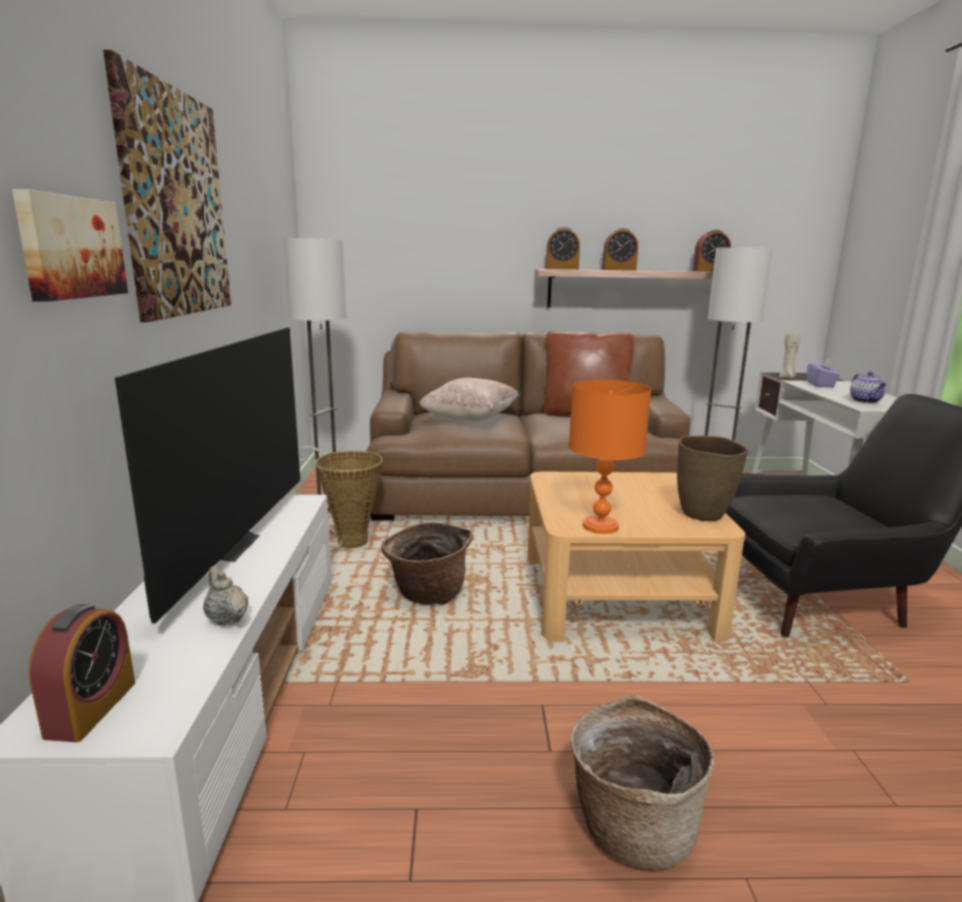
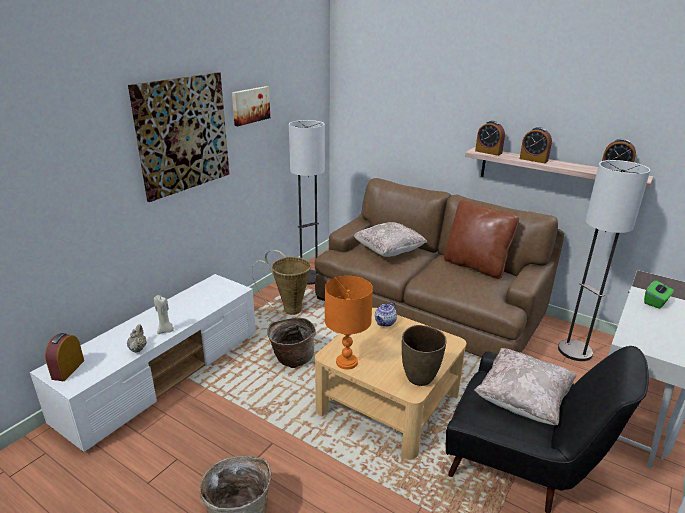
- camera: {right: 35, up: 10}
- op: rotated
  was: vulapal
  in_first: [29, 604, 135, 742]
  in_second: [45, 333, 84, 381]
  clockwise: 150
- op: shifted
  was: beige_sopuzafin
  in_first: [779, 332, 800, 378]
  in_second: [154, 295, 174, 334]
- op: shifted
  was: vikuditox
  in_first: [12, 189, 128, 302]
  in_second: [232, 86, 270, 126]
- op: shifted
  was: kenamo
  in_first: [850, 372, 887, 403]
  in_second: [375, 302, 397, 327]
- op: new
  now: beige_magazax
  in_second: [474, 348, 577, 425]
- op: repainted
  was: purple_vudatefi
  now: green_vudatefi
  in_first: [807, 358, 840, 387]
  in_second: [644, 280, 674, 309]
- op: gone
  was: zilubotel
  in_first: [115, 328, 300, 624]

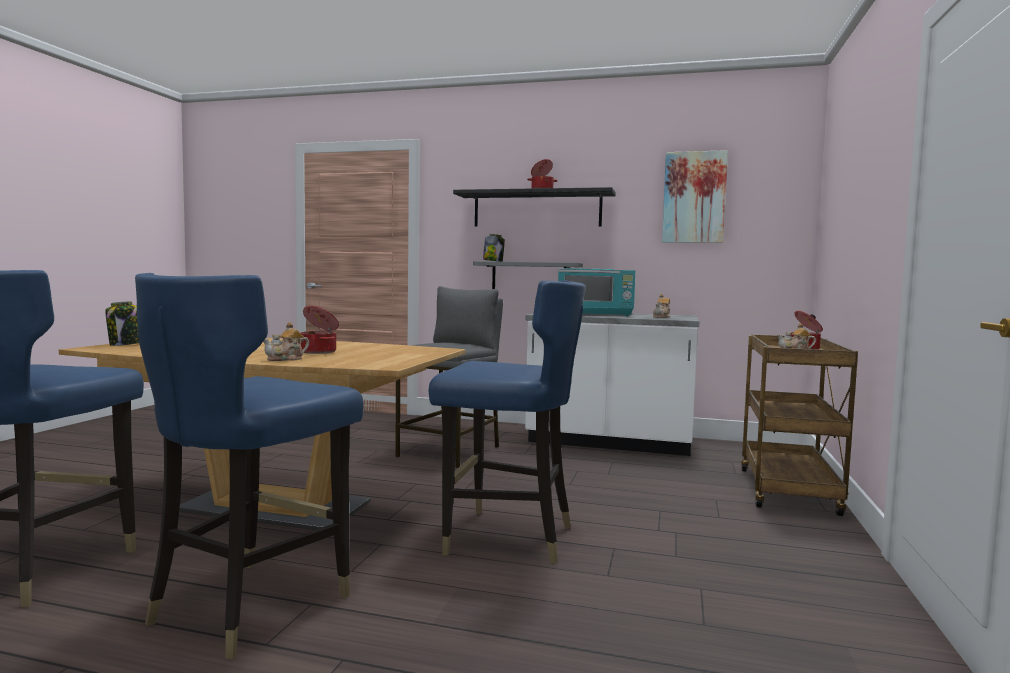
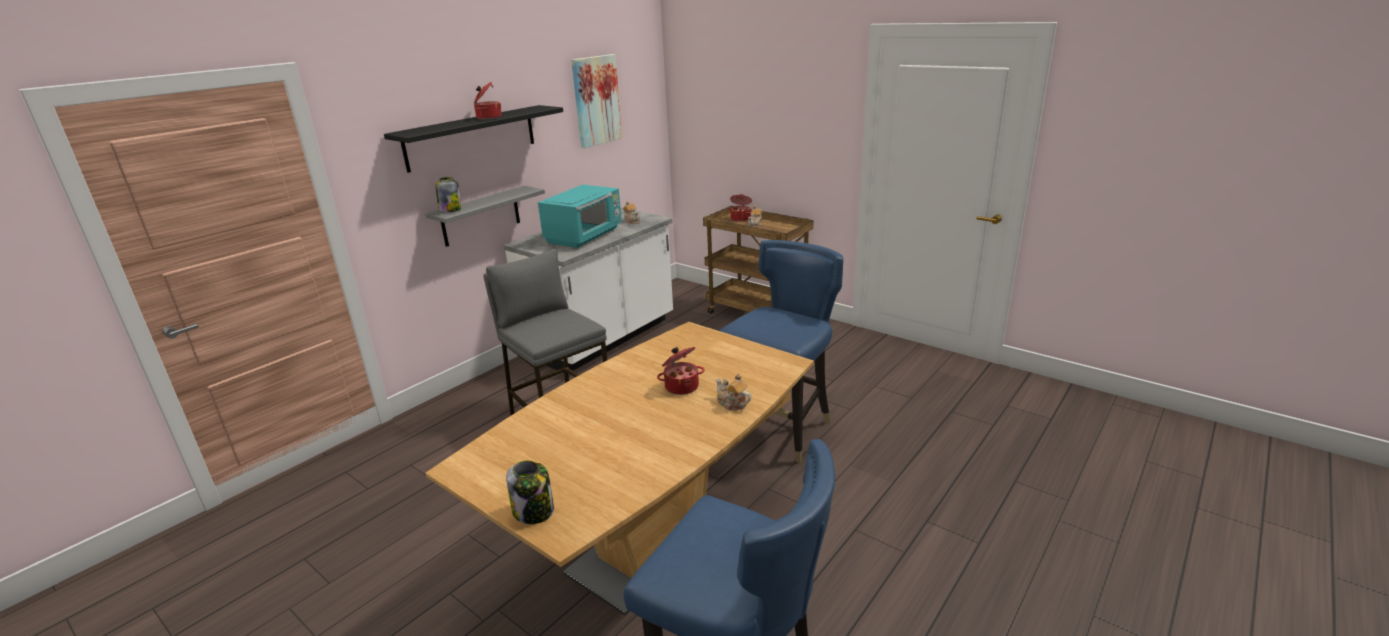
- camera: {right: -65, up: 20}
- op: rotated
  was: kenamo
  in_first: [263, 322, 309, 361]
  in_second: [716, 373, 751, 410]
  clockwise: 150
- op: gone
  was: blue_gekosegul
  in_first: [135, 273, 364, 659]

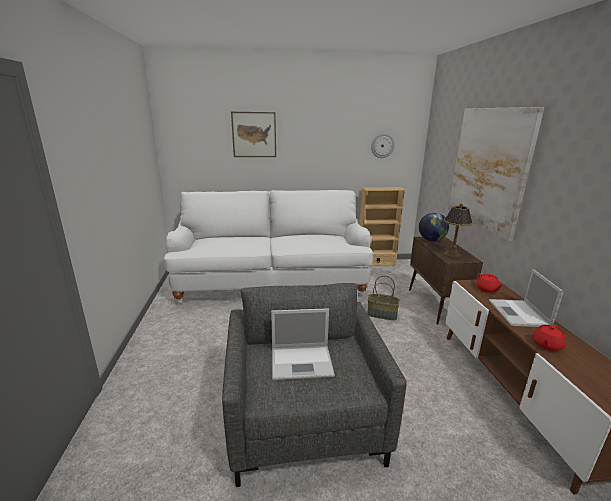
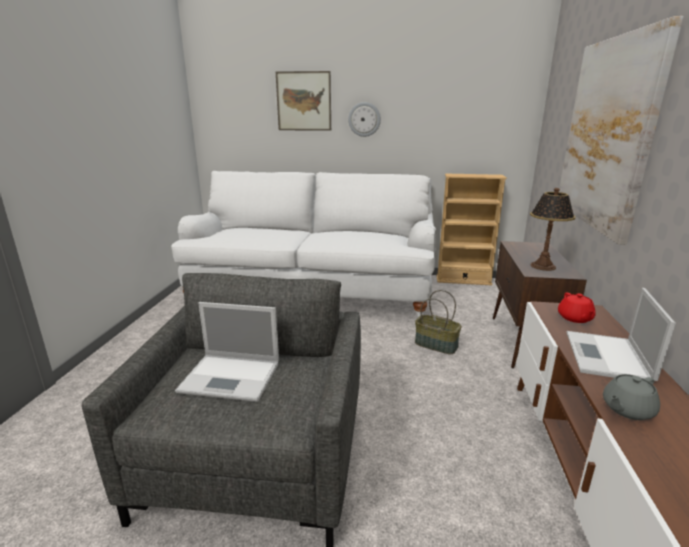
- camera: {right: 15, up: 0}
- op: shifted
  was: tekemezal
  in_first: [371, 133, 395, 158]
  in_second: [348, 102, 381, 137]
- op: repainted
  was: red_kenamo
  now: grey_kenamo
  in_first: [532, 325, 566, 351]
  in_second: [603, 374, 660, 420]
- op: gone
  was: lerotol
  in_first: [419, 213, 449, 241]

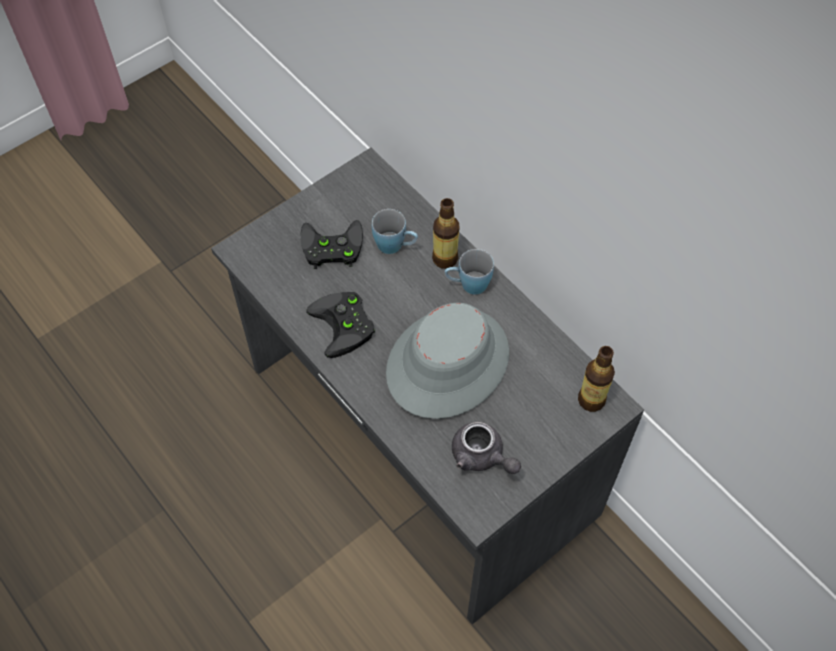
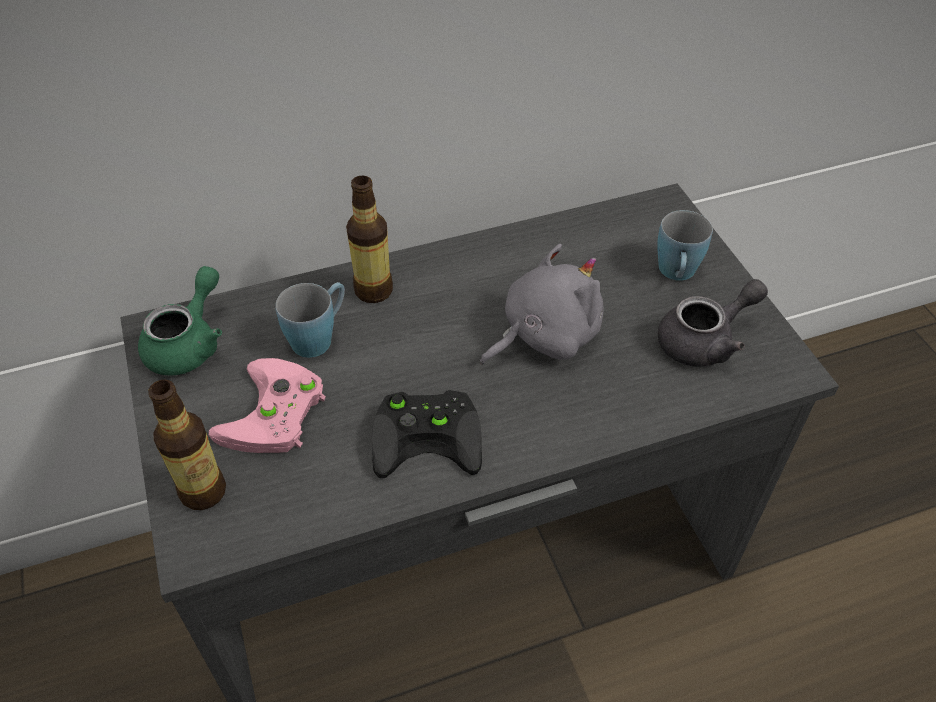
- camera: {right: -70, up: -10}
- op: new
  now: green_kenamo
  in_second: [138, 266, 222, 376]
- op: shifted
  was: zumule
  in_first: [578, 346, 615, 412]
  in_second: [148, 379, 226, 510]
- op: repainted
  was: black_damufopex
  now: pink_damufopex
  in_first: [300, 220, 363, 269]
  in_second: [209, 358, 326, 453]
- op: swapped
  was: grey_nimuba
  now: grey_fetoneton
  in_first: [386, 303, 509, 419]
  in_second: [480, 244, 603, 365]
- op: shifted
  was: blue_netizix
  in_first: [445, 249, 494, 295]
  in_second: [657, 210, 713, 281]

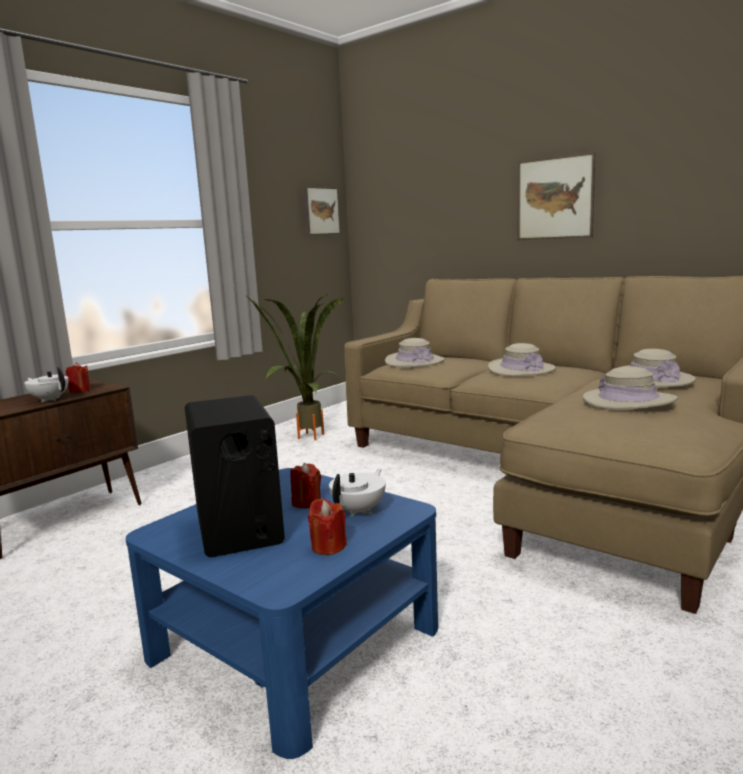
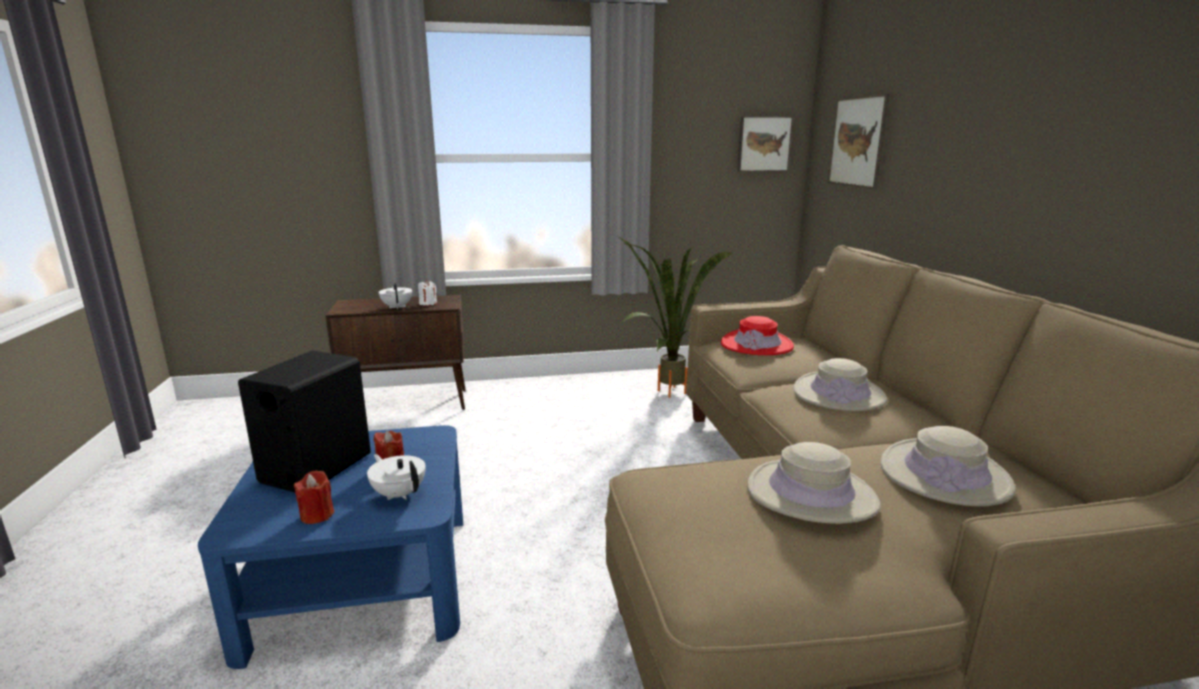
- camera: {right: 40, up: 5}
- op: rotated
  was: white_kenamo
  in_first: [329, 469, 386, 516]
  in_second: [367, 454, 426, 500]
  clockwise: -120
- op: repainted
  was: red_sopuzafin
  now: white_sopuzafin
  in_first: [66, 362, 91, 393]
  in_second: [418, 280, 437, 306]
- op: repainted
  was: beige_nimuba
  now: red_nimuba
  in_first: [385, 338, 444, 367]
  in_second: [721, 316, 794, 355]
- op: shifted
  was: vikuditox
  in_first: [517, 152, 596, 240]
  in_second: [827, 94, 889, 189]

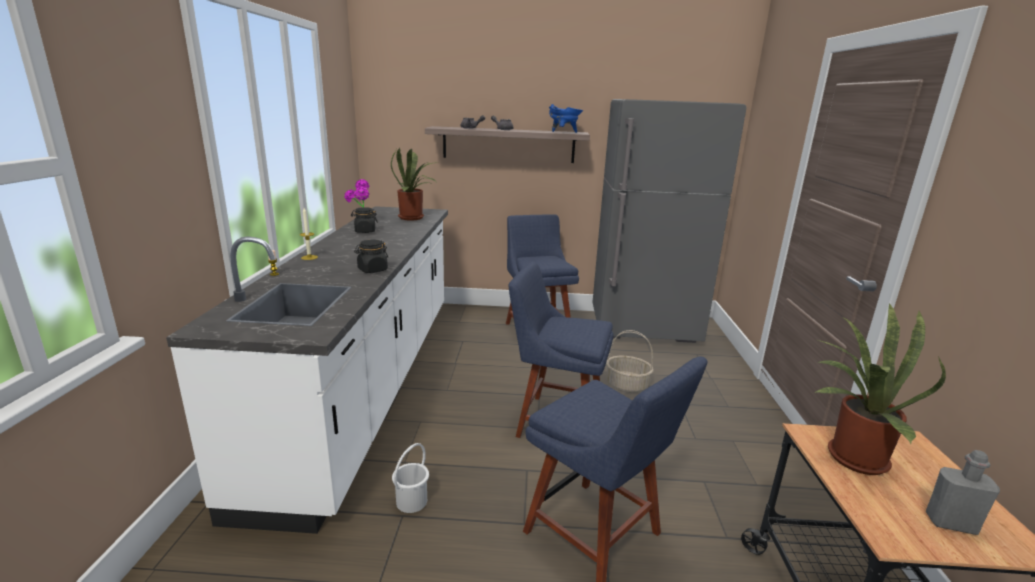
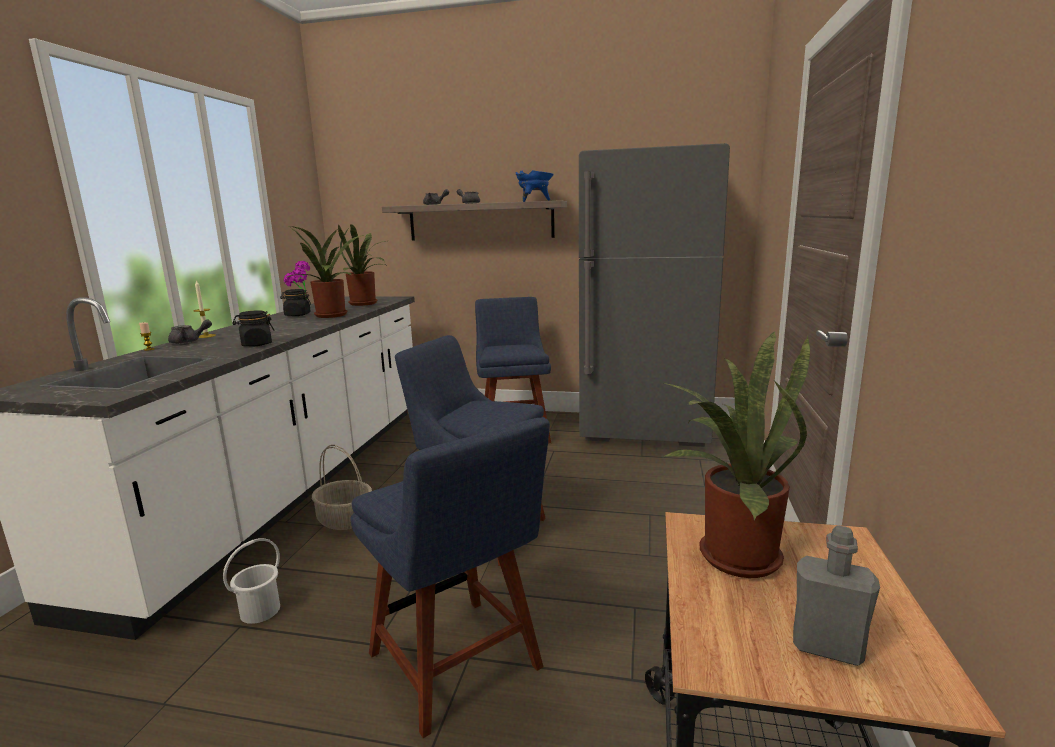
- camera: {right: 10, up: -5}
- op: new
  now: grey_kenamo
  in_second: [168, 319, 212, 344]
- op: new
  now: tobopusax
  in_second: [284, 226, 364, 318]
- op: shifted
  was: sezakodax
  in_first: [606, 330, 653, 393]
  in_second: [312, 445, 372, 530]

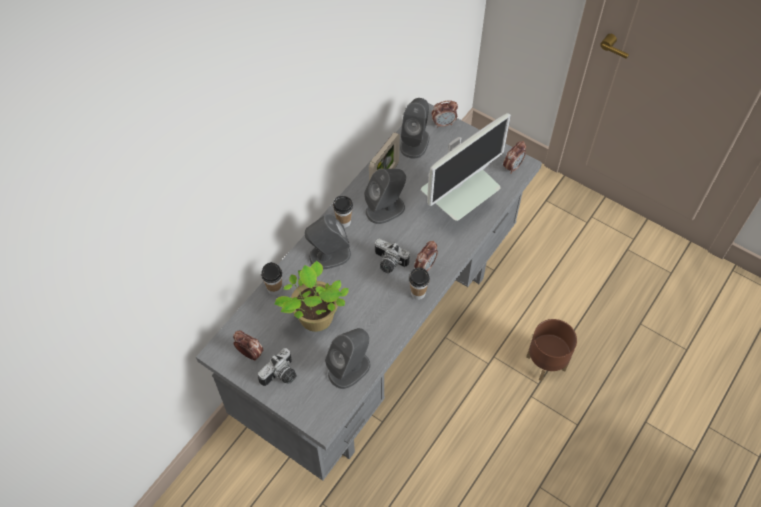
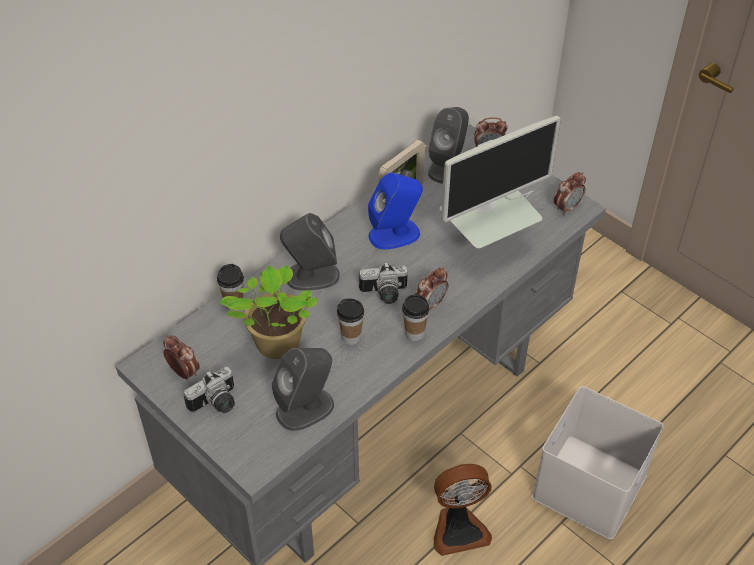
- camera: {right: 10, up: -10}
- op: shifted
  was: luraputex
  in_first: [333, 196, 353, 228]
  in_second: [337, 298, 364, 345]
- op: rotated
  was: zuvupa
  in_first: [374, 239, 410, 273]
  in_second: [359, 262, 408, 304]
  clockwise: -45
- op: repainted
  was: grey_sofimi
  now: blue_sofimi
  in_first: [364, 169, 406, 224]
  in_second: [368, 172, 423, 250]
- op: new
  now: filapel
  in_second: [434, 464, 492, 556]
- op: swapped
  was: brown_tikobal
  now: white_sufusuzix
  in_first: [526, 319, 577, 381]
  in_second: [532, 386, 664, 539]

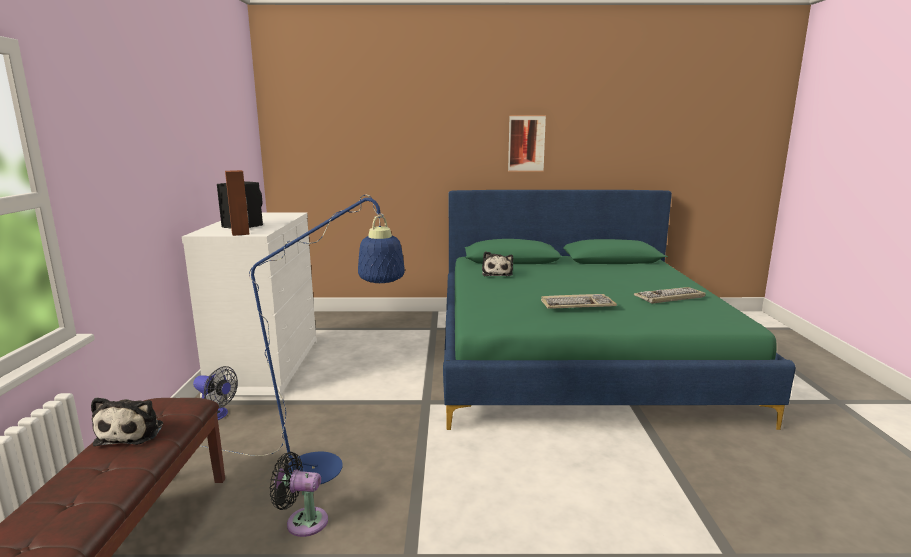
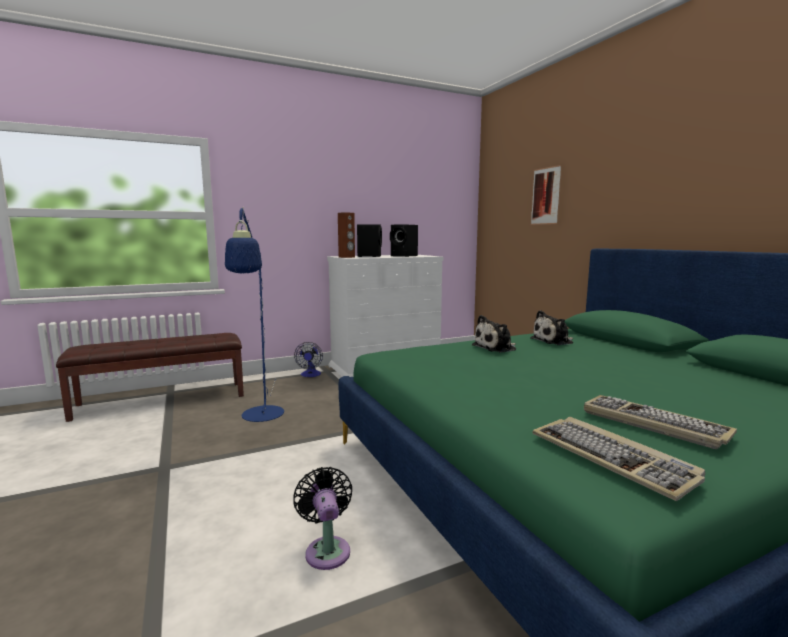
- camera: {right: 65, up: -5}
- op: shifted
  was: black_filapel
  in_first: [270, 452, 328, 537]
  in_second: [293, 467, 352, 570]
- op: new
  now: black_sofimi
  in_second: [390, 224, 418, 257]
- op: shifted
  was: fetoneton
  in_first: [91, 397, 163, 446]
  in_second: [472, 315, 516, 353]
- op: shifted
  was: vikuditox
  in_first: [508, 115, 546, 172]
  in_second: [531, 165, 561, 225]
- op: shifted
  was: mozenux
  in_first: [541, 294, 617, 309]
  in_second: [532, 417, 706, 501]

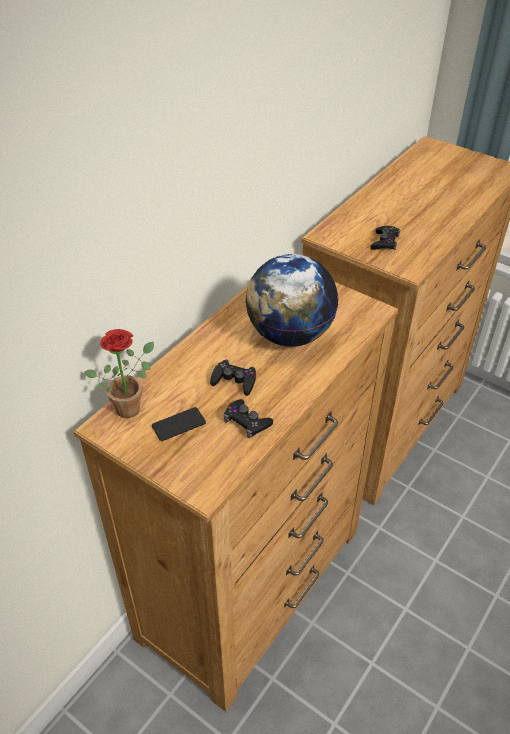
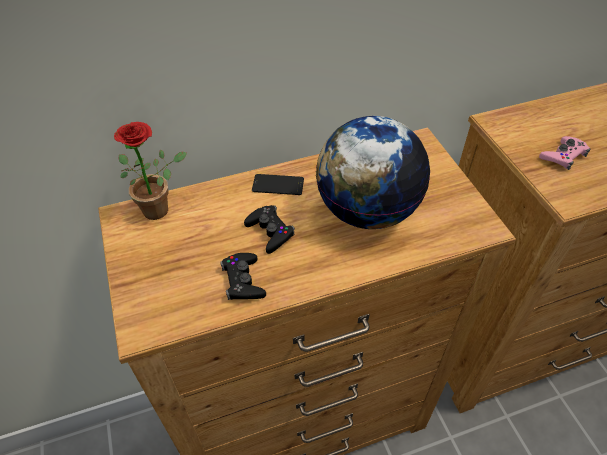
- camera: {right: 35, up: 5}
- op: shifted
  was: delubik
  in_first: [152, 407, 206, 441]
  in_second: [252, 174, 304, 195]
- op: repainted
  was: black_damufopex
  now: pink_damufopex
  in_first: [370, 226, 400, 250]
  in_second: [539, 136, 591, 170]

